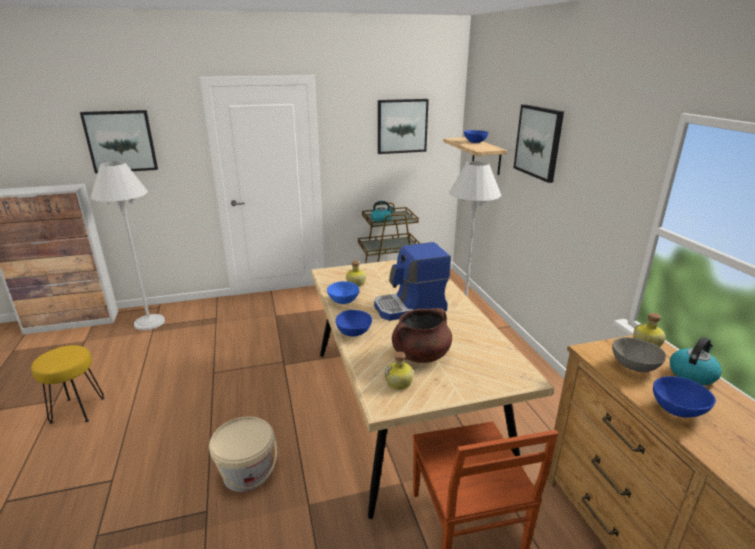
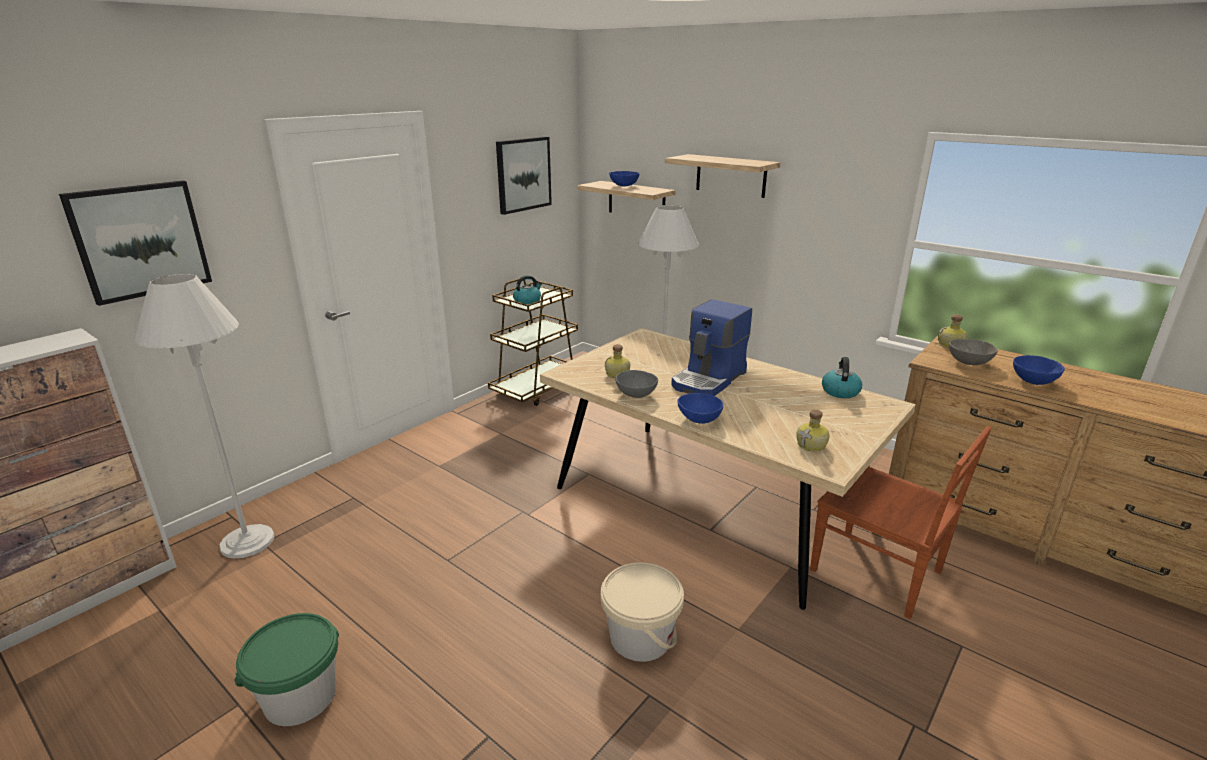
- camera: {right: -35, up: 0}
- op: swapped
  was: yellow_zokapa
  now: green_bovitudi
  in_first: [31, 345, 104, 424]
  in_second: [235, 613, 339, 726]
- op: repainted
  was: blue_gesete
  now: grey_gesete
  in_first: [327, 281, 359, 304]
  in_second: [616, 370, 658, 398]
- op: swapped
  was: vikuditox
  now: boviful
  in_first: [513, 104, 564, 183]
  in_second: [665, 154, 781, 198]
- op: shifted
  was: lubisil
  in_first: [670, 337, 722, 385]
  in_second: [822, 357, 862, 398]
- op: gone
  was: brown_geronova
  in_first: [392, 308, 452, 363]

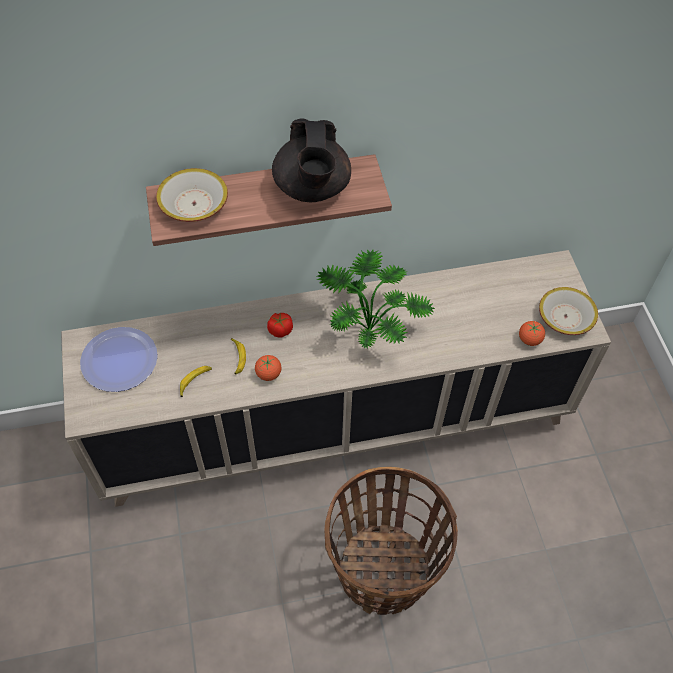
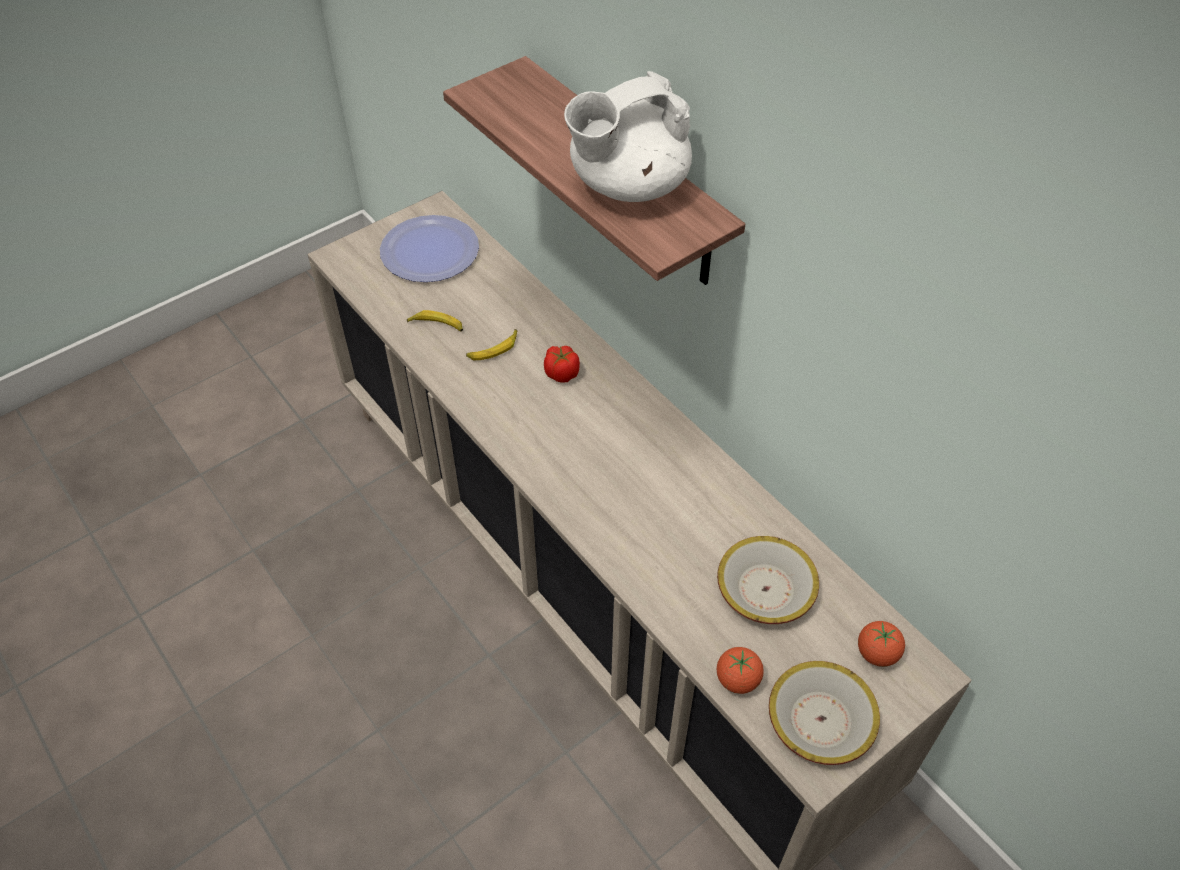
- camera: {right: 65, up: -5}
- op: repainted
  was: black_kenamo
  now: white_kenamo
  in_first: [272, 118, 351, 202]
  in_second: [564, 71, 692, 202]
- op: shifted
  was: gesete
  in_first: [156, 168, 228, 222]
  in_second: [717, 536, 819, 624]
- op: shifted
  was: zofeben
  in_first: [255, 355, 281, 381]
  in_second: [858, 621, 905, 667]
- op: gone
  was: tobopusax
  in_first: [317, 250, 435, 349]
- op: gone
  was: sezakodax
  in_first: [324, 467, 458, 615]

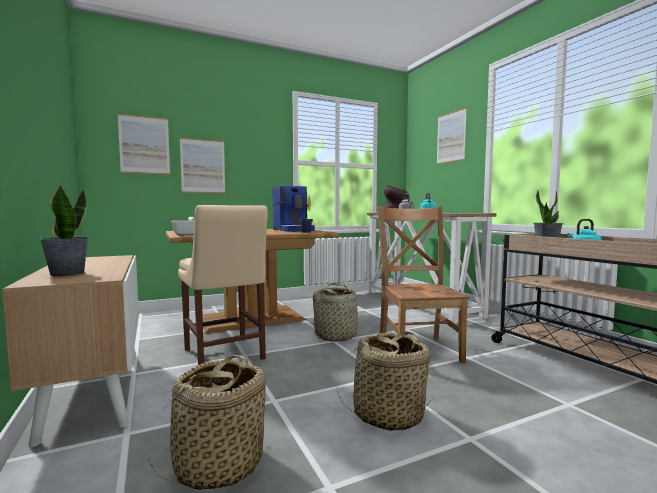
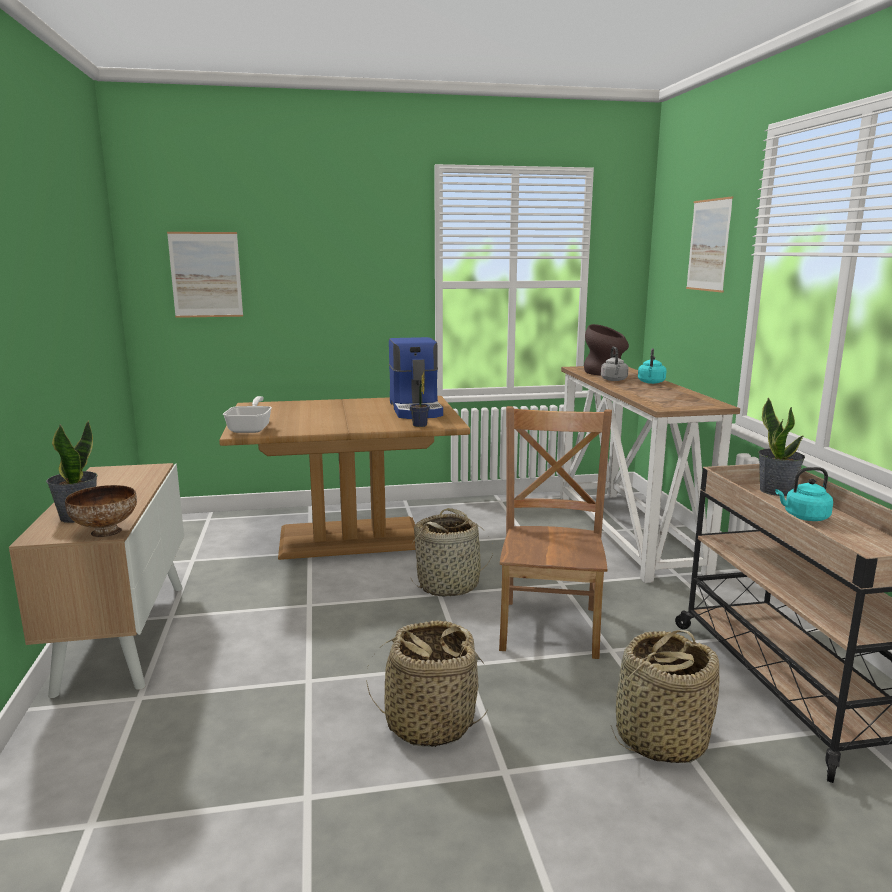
- camera: {right: 15, up: 10}
- op: new
  now: gesete
  in_second: [65, 485, 137, 537]
- op: shifted
  was: sezakodax
  in_first: [148, 355, 266, 490]
  in_second: [611, 630, 719, 763]
- op: gone
  was: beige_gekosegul
  in_first: [178, 205, 268, 365]
- op: gone
  was: vikuditox
  in_first: [180, 138, 225, 193]

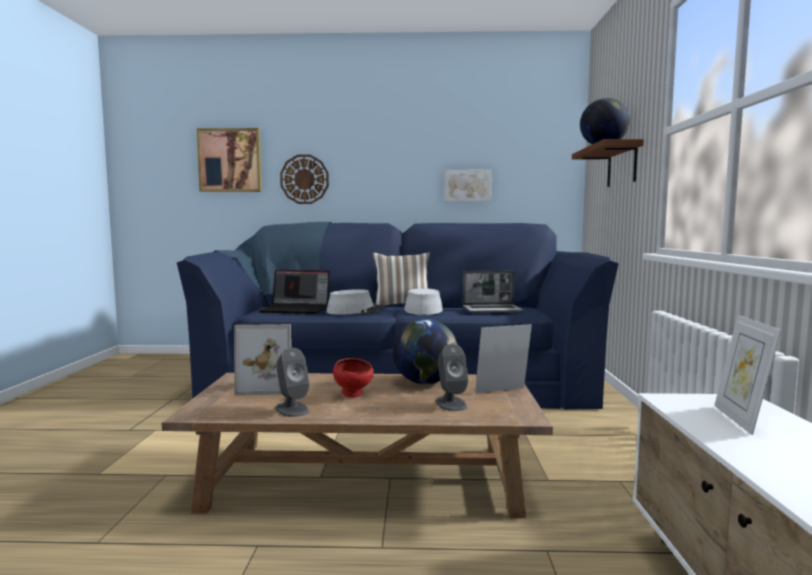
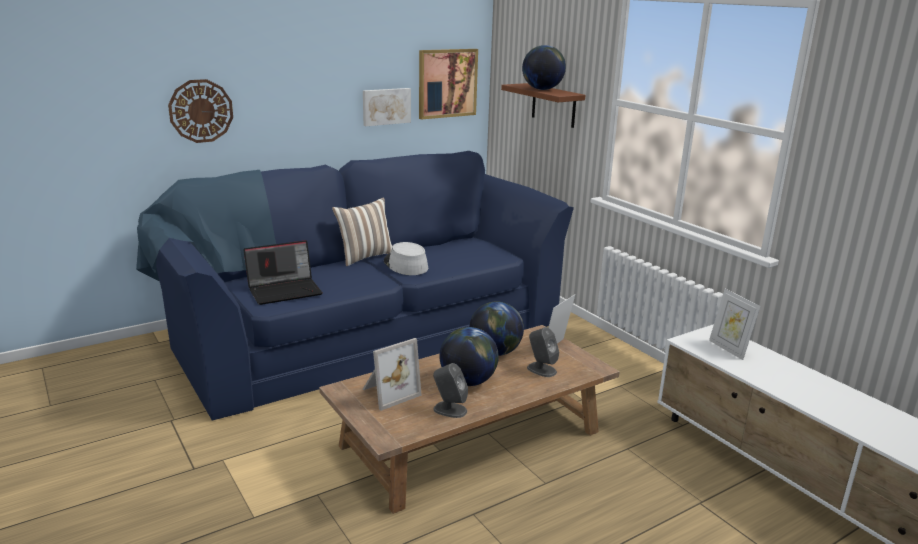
- camera: {right: -35, up: 15}
- op: shifted
  was: vikuditox
  in_first: [196, 128, 262, 192]
  in_second: [419, 49, 478, 119]
- op: swapped
  was: red_gesete
  now: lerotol
  in_first: [333, 358, 374, 398]
  in_second: [440, 327, 499, 386]
- op: gone
  was: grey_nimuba
  in_first: [327, 289, 384, 315]
- op: gone
  was: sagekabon
  in_first: [463, 271, 524, 313]

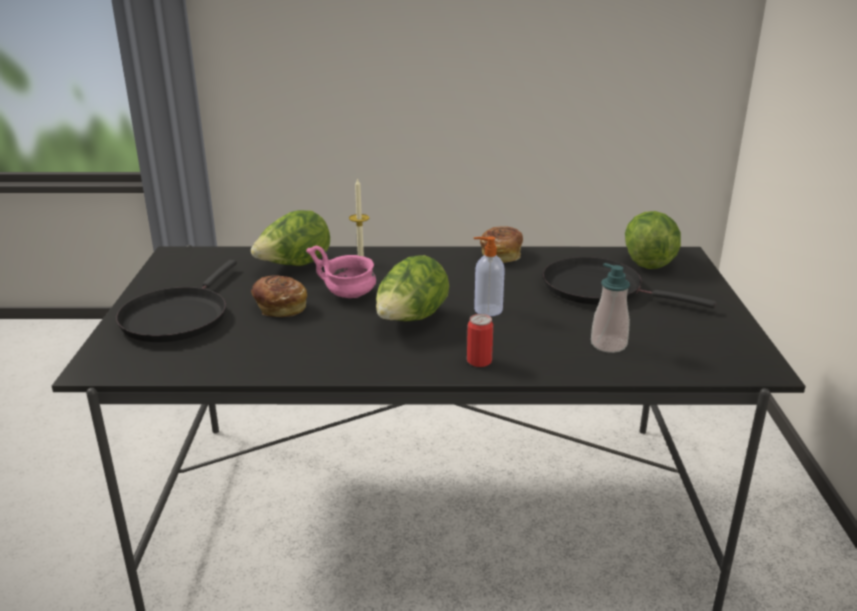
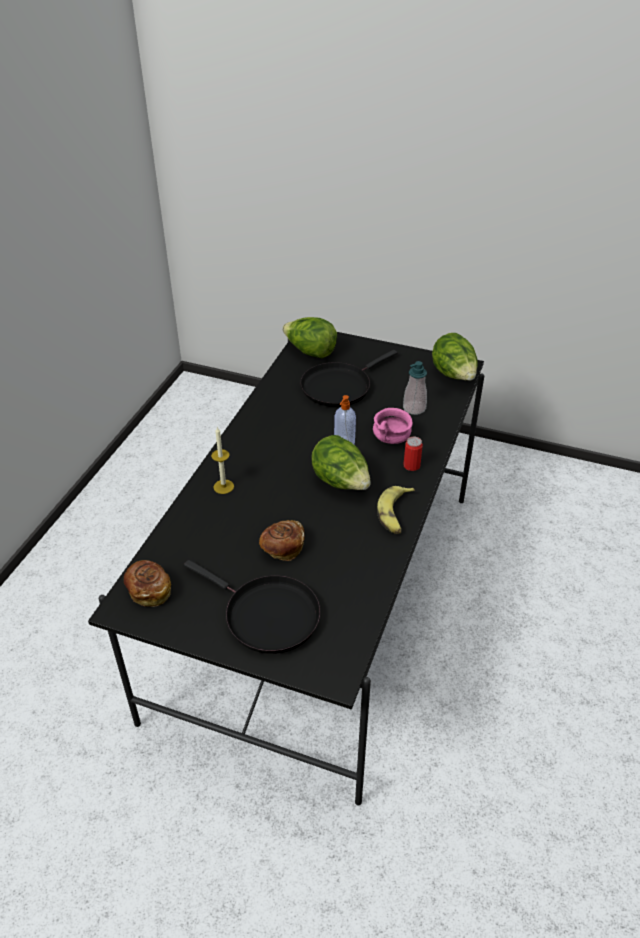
- camera: {right: -70, up: 15}
- op: shifted
  was: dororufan
  in_first: [480, 226, 523, 263]
  in_second: [124, 560, 171, 607]
- op: shifted
  was: pink_gesete
  in_first: [306, 246, 376, 298]
  in_second: [373, 408, 413, 444]
- op: new
  now: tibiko
  in_second: [377, 486, 415, 534]
- op: shifted
  was: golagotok
  in_first: [251, 210, 330, 266]
  in_second: [432, 333, 478, 381]

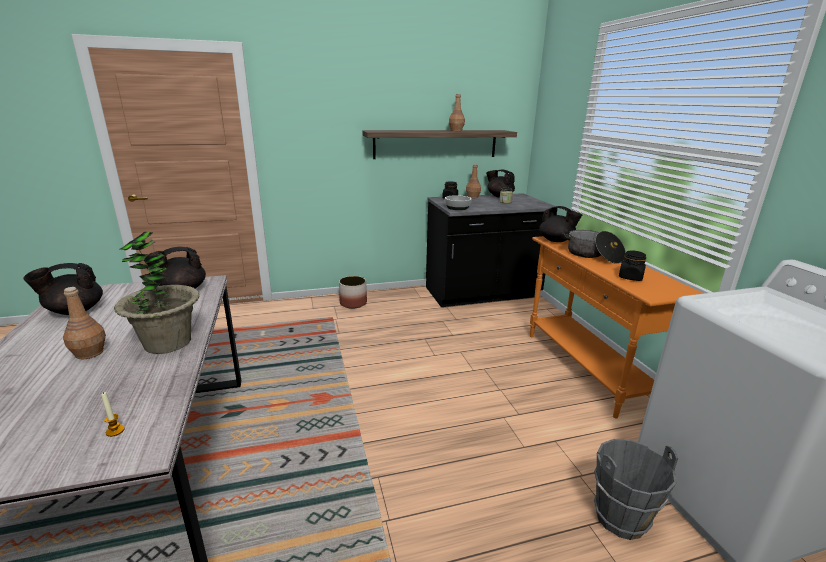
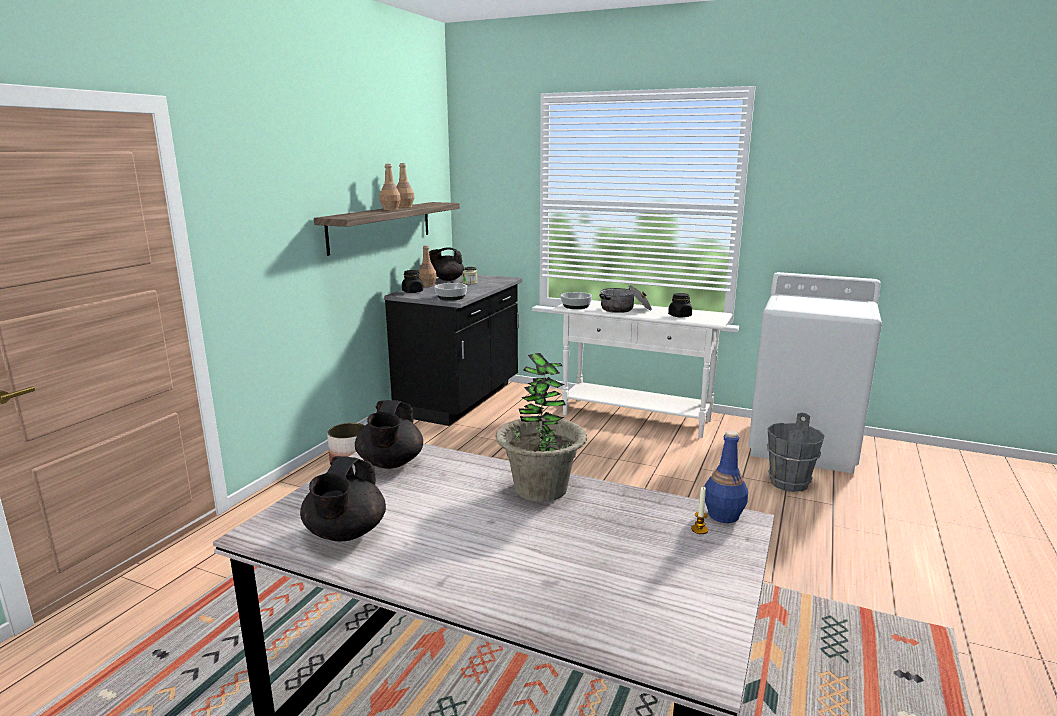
- camera: {right: -50, up: -5}
- op: shifted
  was: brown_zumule
  in_first: [63, 287, 106, 360]
  in_second: [380, 164, 401, 211]
- op: repainted
  was: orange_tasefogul
  now: white_tasefogul
  in_first: [530, 236, 704, 419]
  in_second: [552, 300, 733, 438]
- op: swapped
  was: black_kenamo
  now: gesete
  in_first: [539, 206, 582, 242]
  in_second: [561, 292, 592, 309]
- op: new
  now: blue_zumule
  in_second: [705, 430, 748, 523]

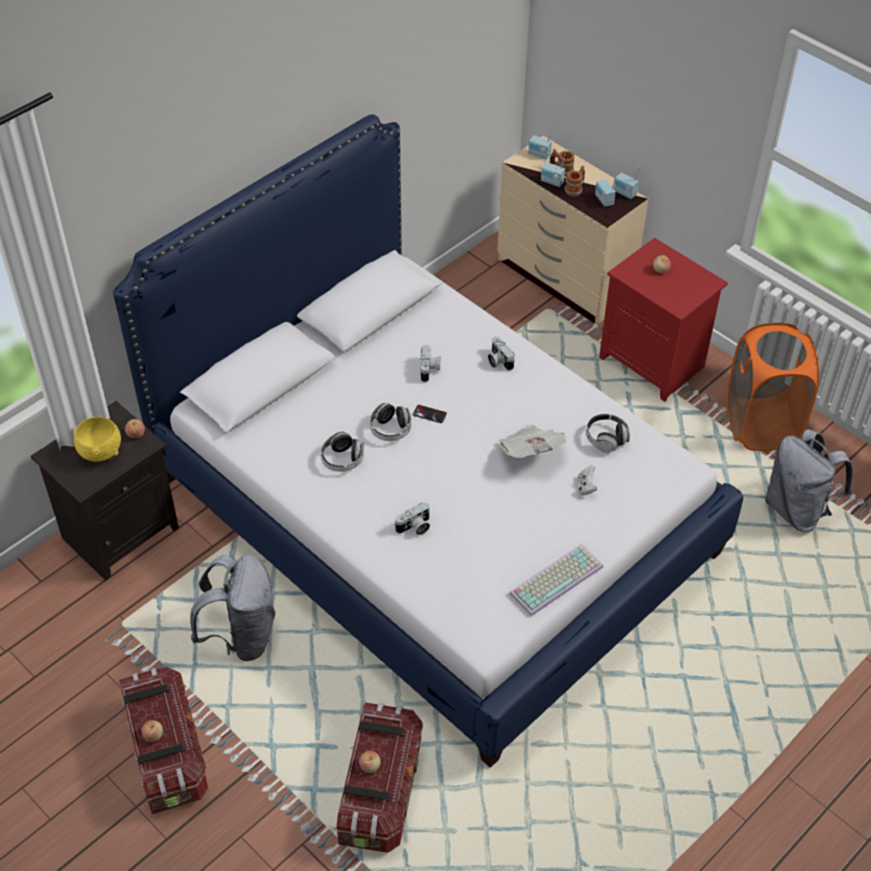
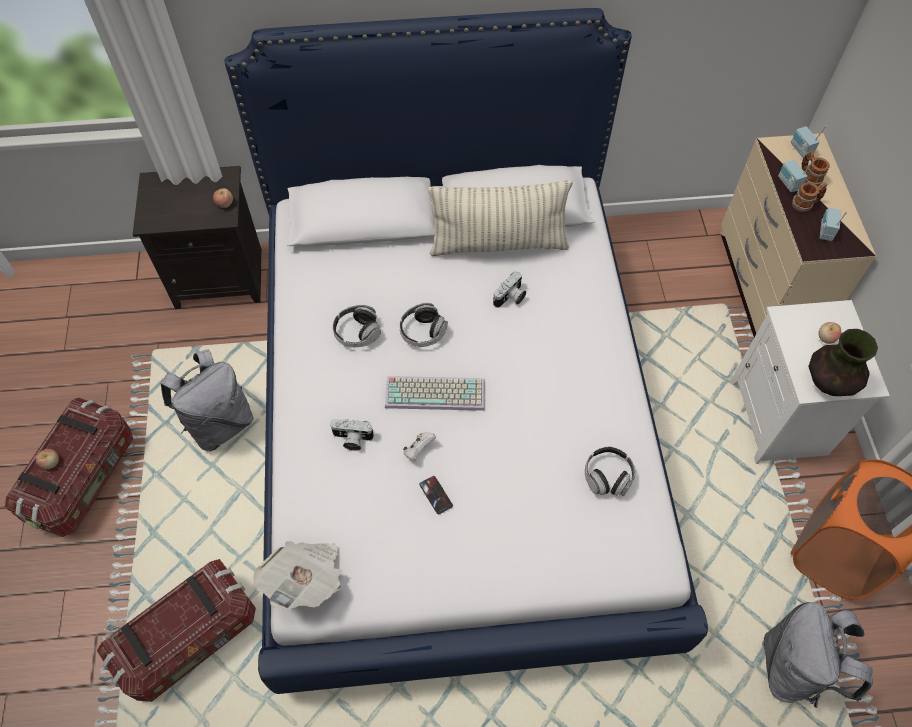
- camera: {right: 40, up: 10}
- op: shifted
  was: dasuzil
  in_first: [499, 425, 567, 458]
  in_second: [253, 541, 342, 610]
- op: shifted
  was: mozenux
  in_first: [509, 544, 603, 616]
  in_second: [385, 376, 485, 411]
- op: shifted
  was: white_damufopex
  in_first: [578, 465, 597, 495]
  in_second: [403, 432, 436, 461]
- op: shifted
  was: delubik
  in_first: [413, 405, 447, 423]
  in_second: [419, 476, 453, 514]
- op: new
  now: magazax
  in_second: [428, 180, 573, 256]
- op: repainted
  was: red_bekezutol
  now: white_bekezutol
  in_first: [599, 238, 728, 402]
  in_second: [731, 300, 890, 464]
- op: new
  now: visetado
  in_second: [809, 329, 878, 396]
- op: gone
  was: yellow_gesete
  in_first: [74, 417, 121, 462]
- op: gone
  was: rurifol
  in_first: [359, 751, 381, 773]
- op: gone
  was: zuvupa
  in_first: [488, 336, 515, 371]
- op: gone
  was: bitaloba
  in_first: [614, 166, 640, 199]

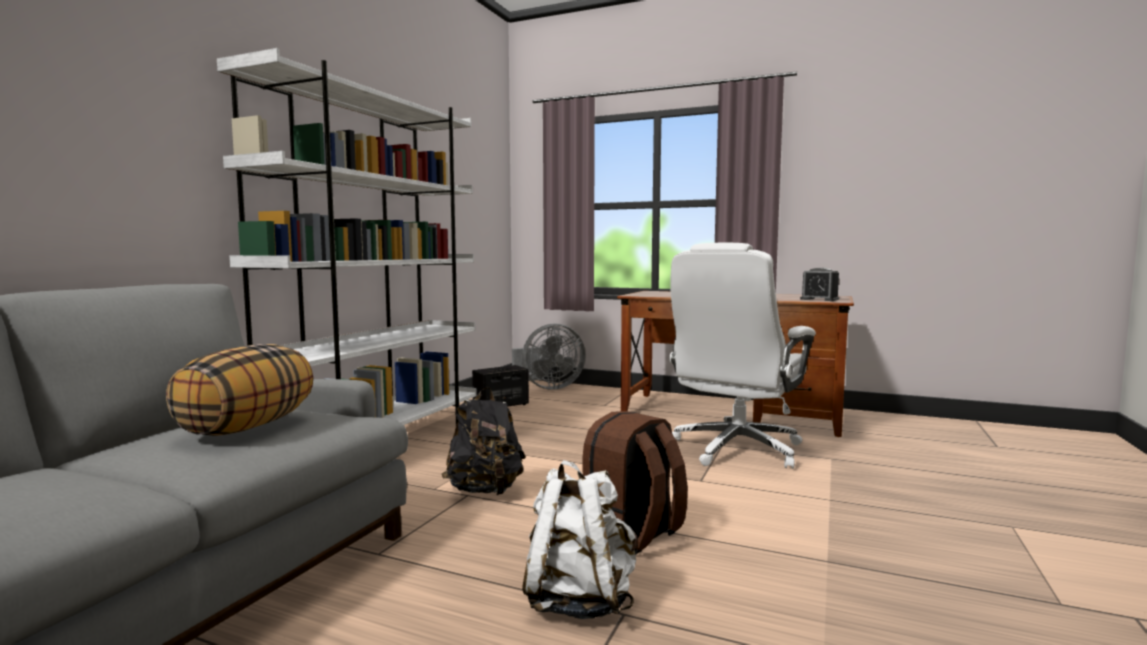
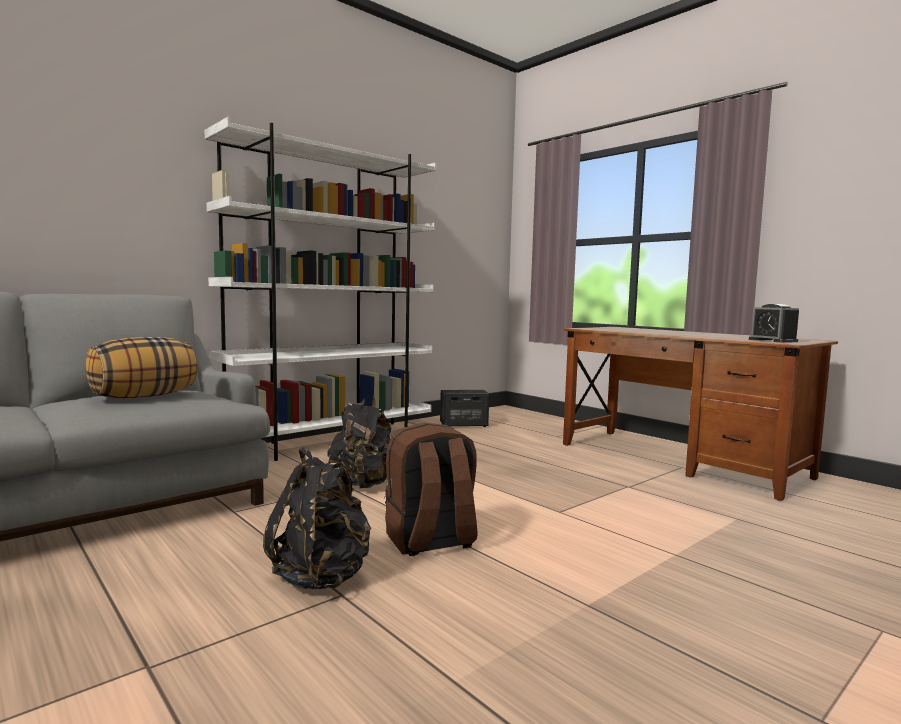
- camera: {right: 25, up: 0}
- op: repainted
  was: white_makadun
  now: black_makadun
  in_first: [522, 460, 638, 619]
  in_second: [263, 448, 371, 590]
- op: gone
  was: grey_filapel
  in_first: [512, 324, 586, 390]
- op: gone
  was: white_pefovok
  in_first: [669, 243, 816, 469]

